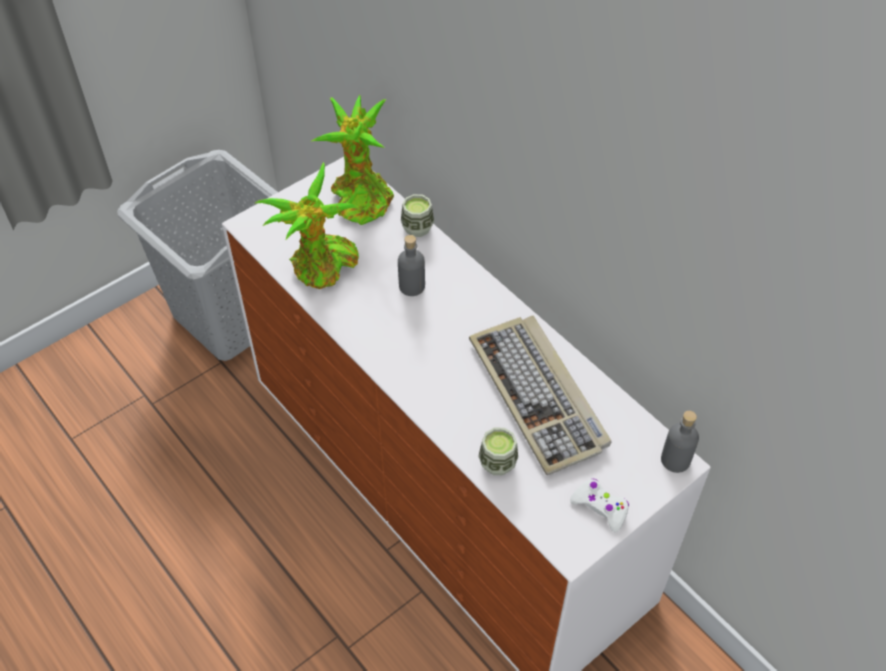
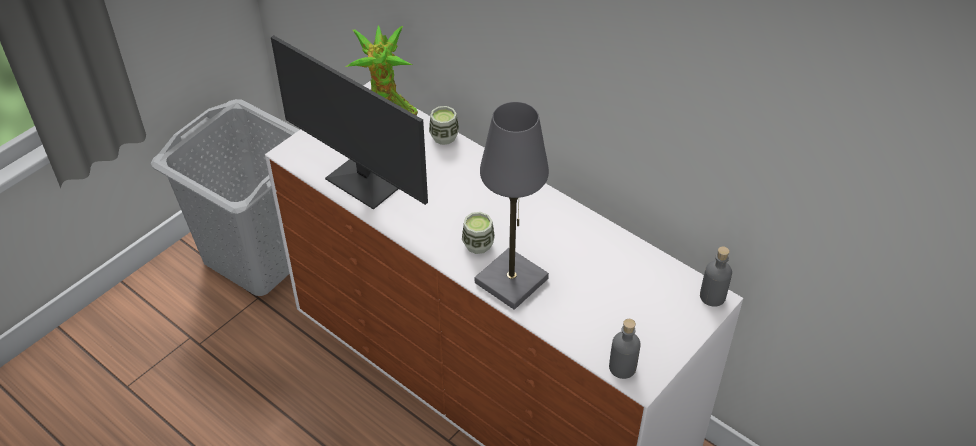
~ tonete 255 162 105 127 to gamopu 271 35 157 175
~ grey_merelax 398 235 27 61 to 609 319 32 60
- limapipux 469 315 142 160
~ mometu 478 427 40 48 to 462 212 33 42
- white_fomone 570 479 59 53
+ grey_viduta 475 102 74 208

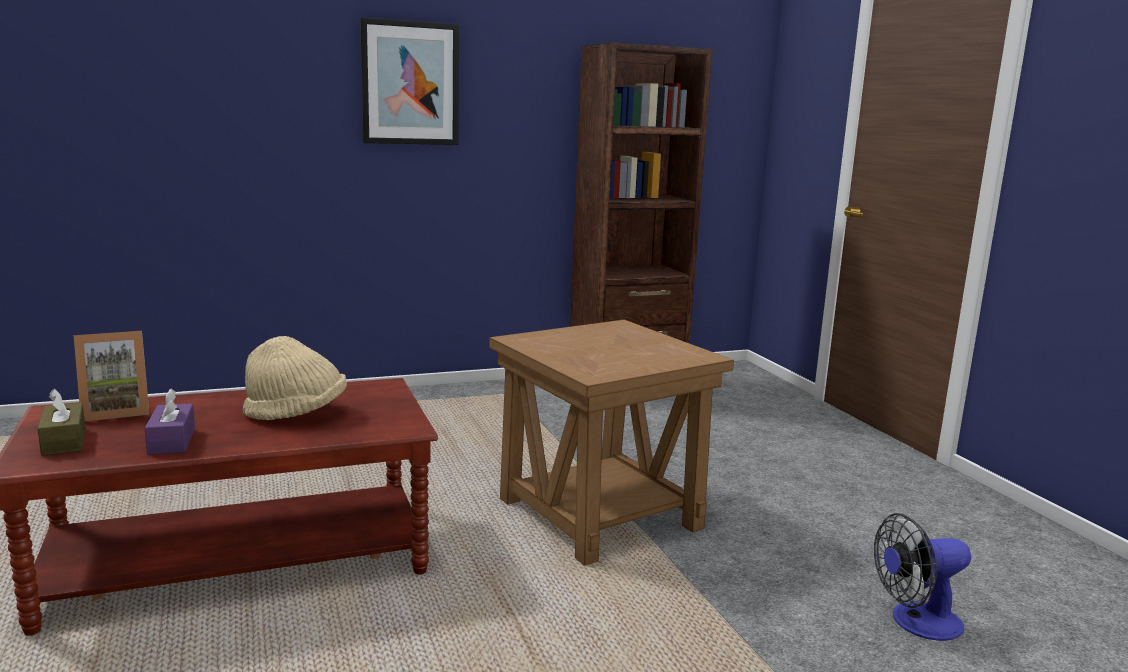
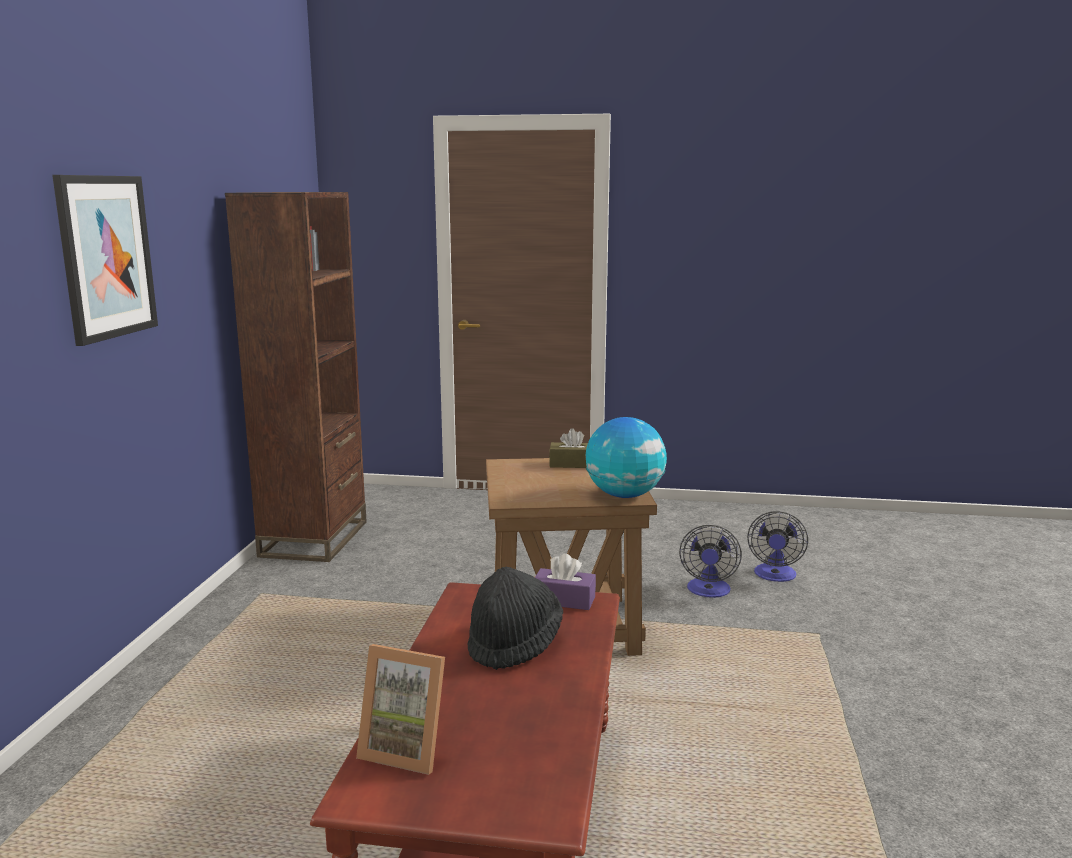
~ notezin 74 331 75 90 = 356 644 89 131 105 degrees clockwise
~ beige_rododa 243 336 104 84 to black_rododa 467 566 96 104
~ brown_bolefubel 38 389 47 67 to 549 428 39 40
~ purple_bolefubel 145 389 50 66 to 535 554 61 56
+ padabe 586 417 81 81
+ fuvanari 679 525 63 73

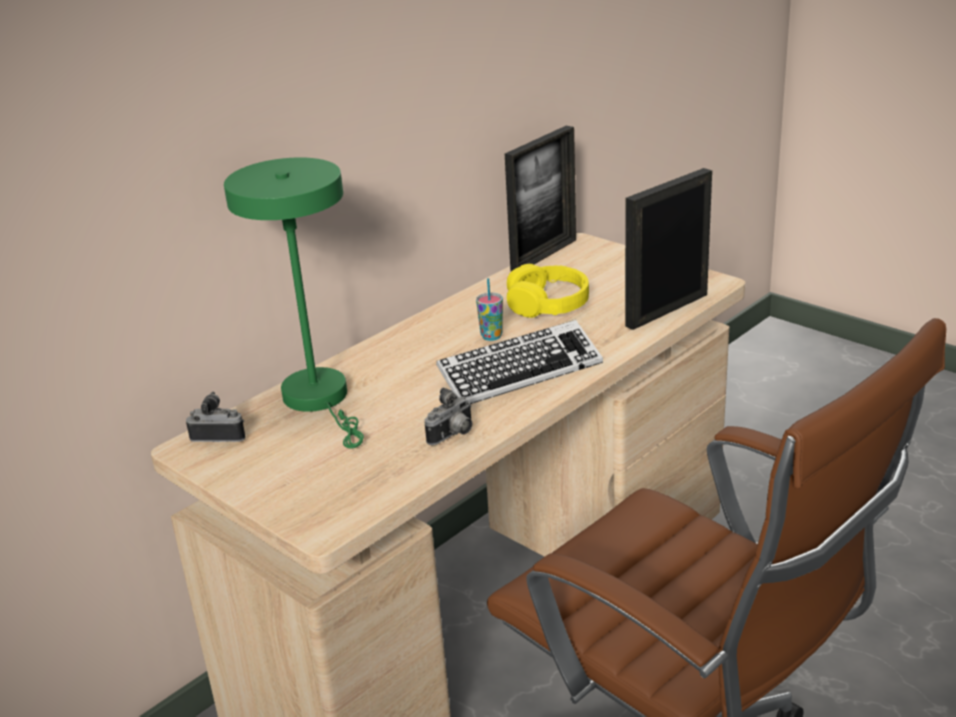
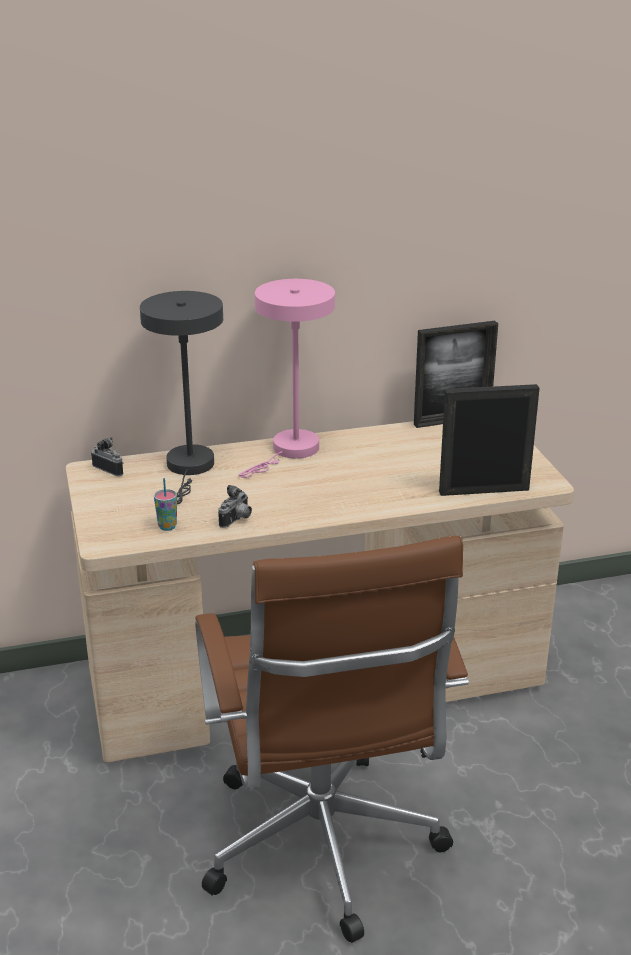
~ green_viduta 224 157 140 292 to grey_viduta 140 291 83 213
- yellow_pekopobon 507 264 82 54
~ mometu 476 278 27 63 to 154 478 23 53
- limapipux 436 320 167 84
~ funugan 425 387 47 58 = 218 485 34 43 45 degrees counterclockwise
+ pink_viduta 238 279 97 199

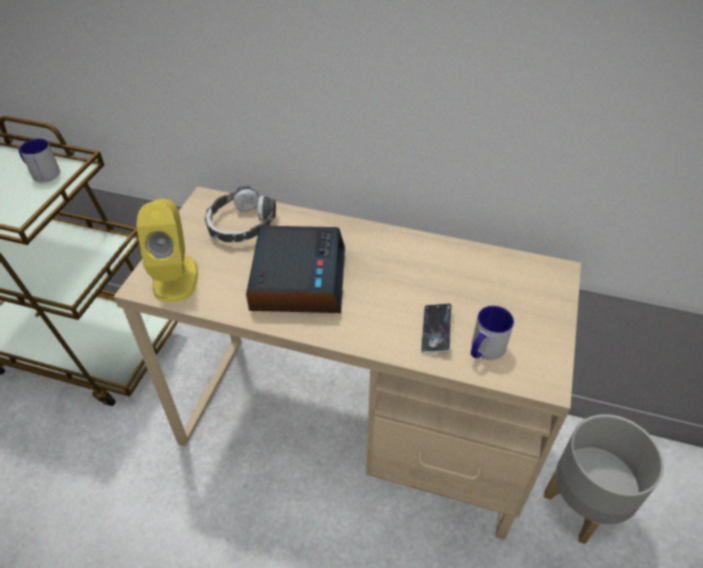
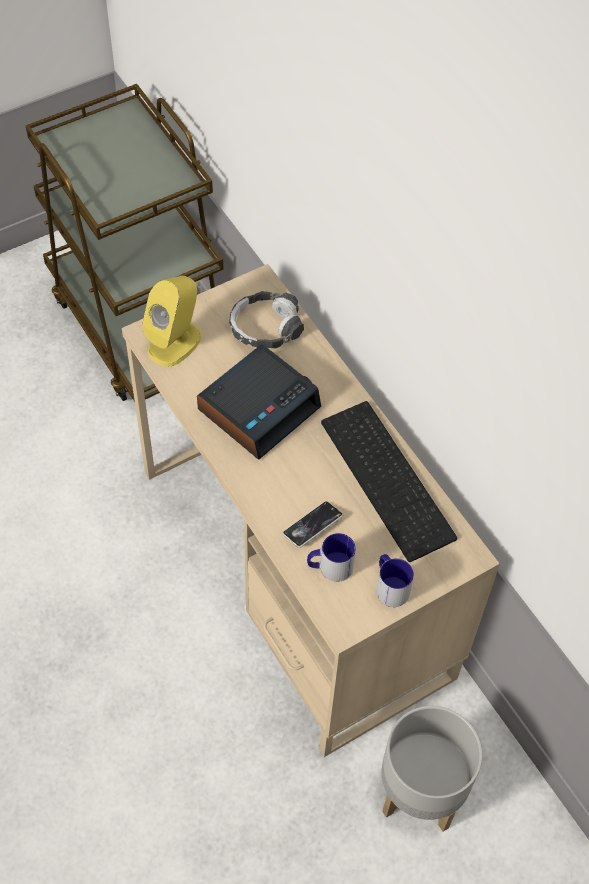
~ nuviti 18 139 42 43 to 377 554 37 53
+ limapipux 321 401 136 161

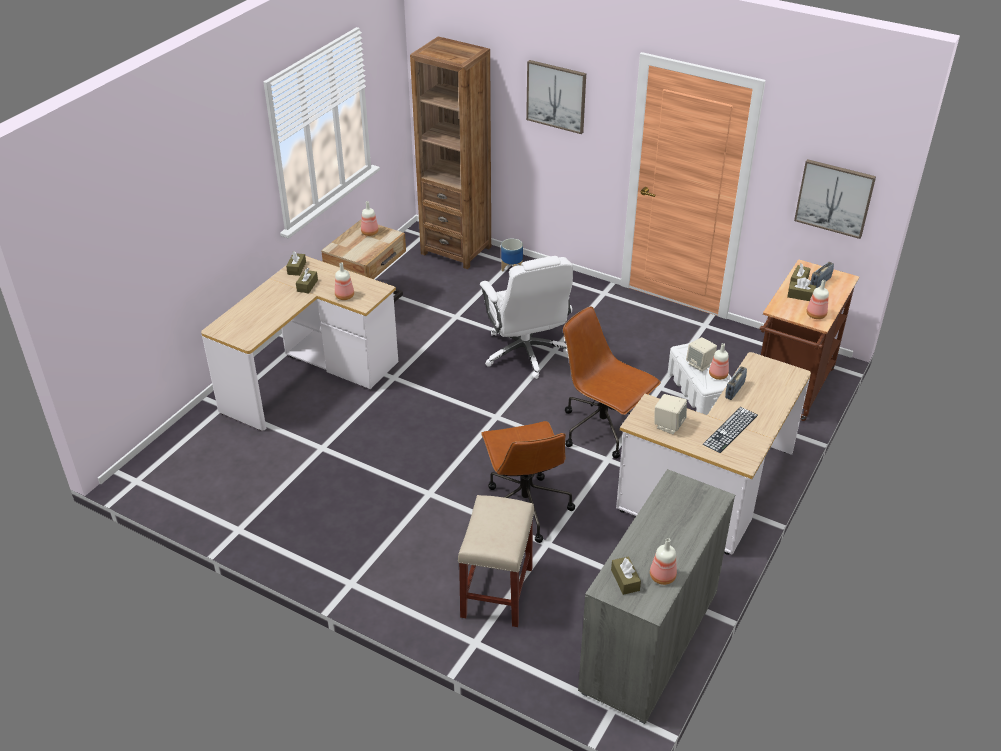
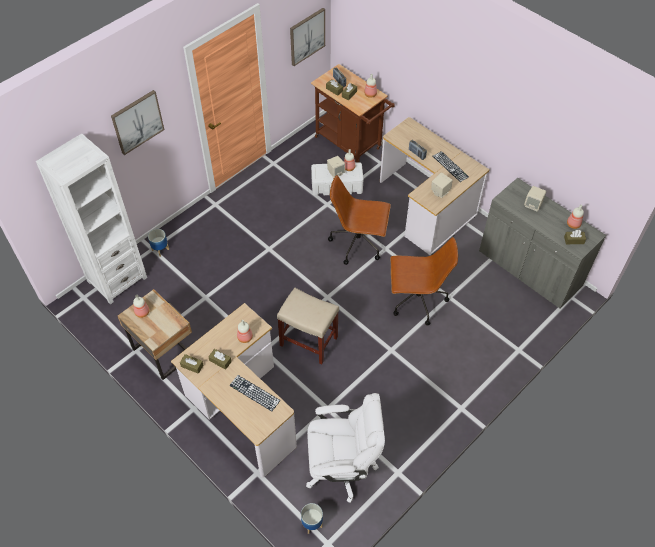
~ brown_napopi 410 37 81 232 to white_napopi 36 134 111 170
~ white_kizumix 480 256 93 123 to 306 393 79 110
~ brown_kizumix 563 306 98 153 = 328 175 63 90 45 degrees clockwise
~ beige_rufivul 458 495 77 132 to 277 288 62 76
+ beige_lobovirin 524 186 22 25
+ limapipux 229 375 51 36
+ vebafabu 301 503 22 31

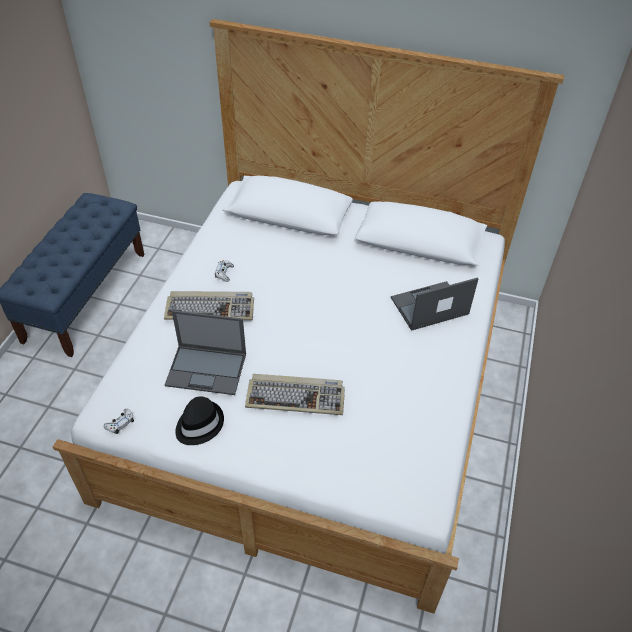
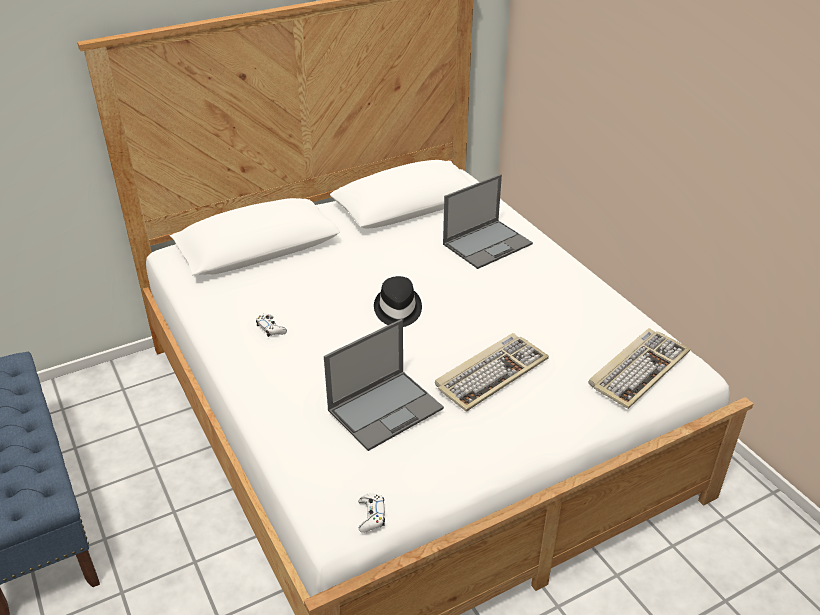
~ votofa 391 278 88 53 = 443 174 90 95 150 degrees counterclockwise
~ limapipux 164 291 90 30 to 589 328 101 81
~ black_rododa 175 396 49 49 to 374 276 48 51

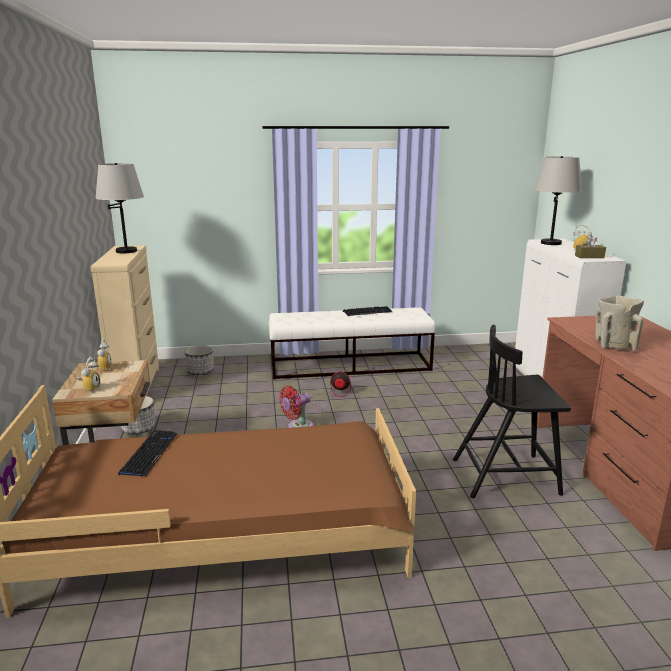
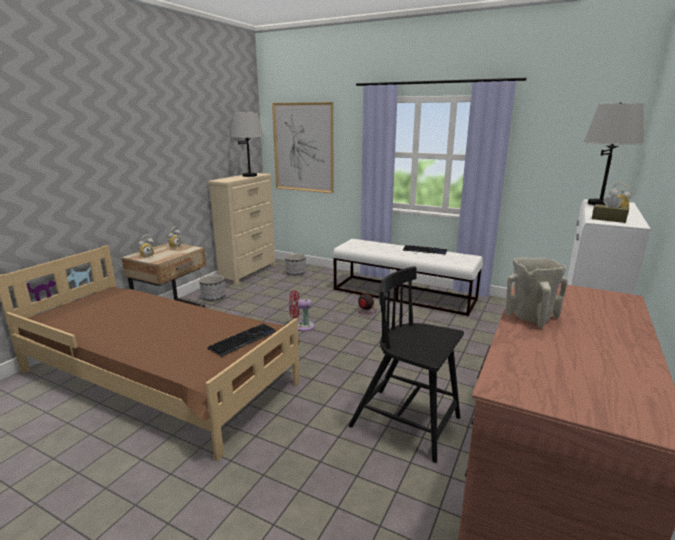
~ limapipux 118 430 60 46 to 207 324 69 33
+ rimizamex 272 102 62 91

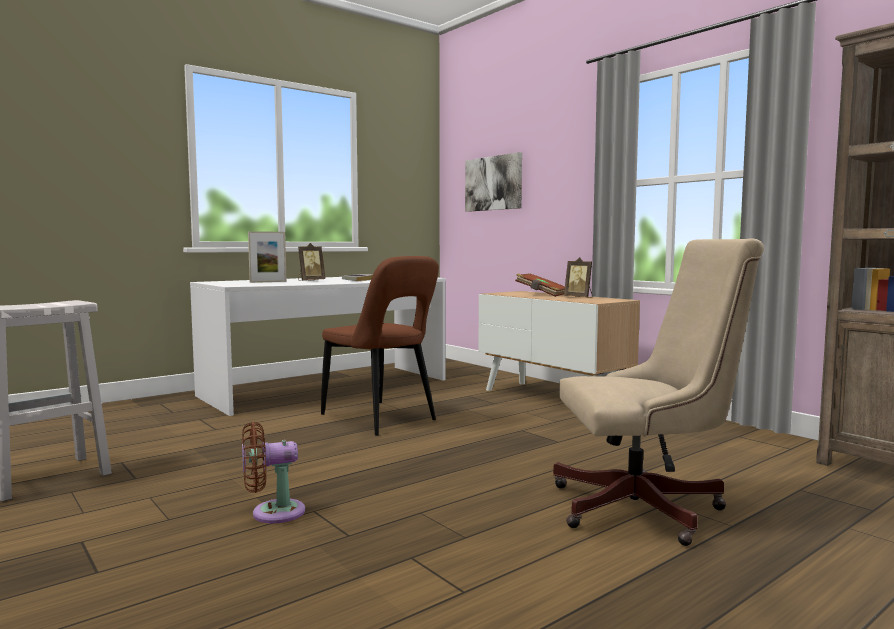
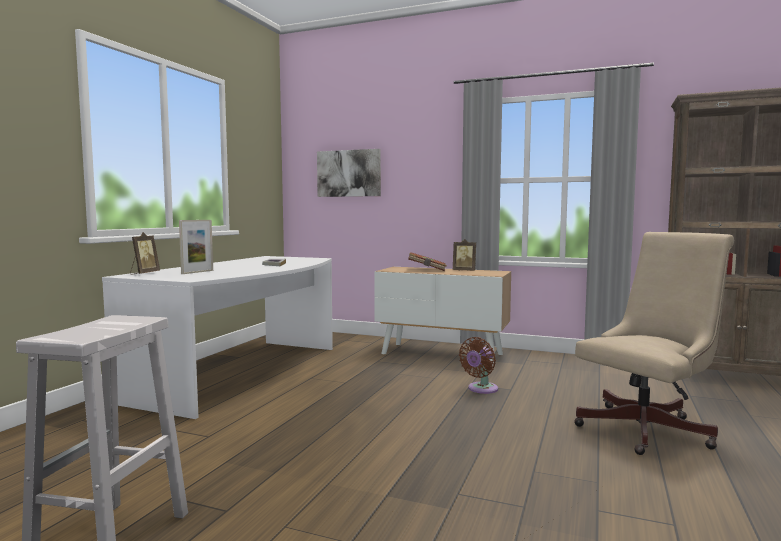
~ notezin 298 243 27 38 to 130 232 30 42
- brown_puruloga 321 256 118 180
~ brown_fuvanari 242 422 63 101 to 459 337 39 57

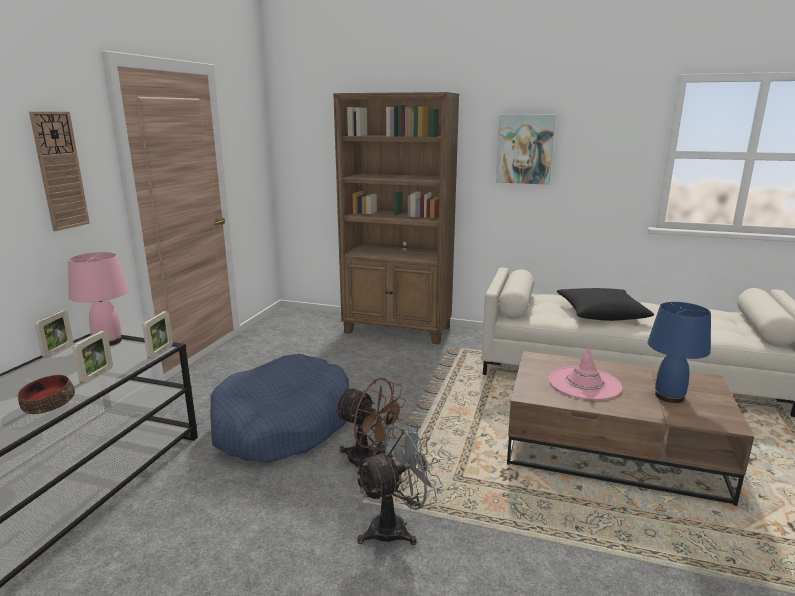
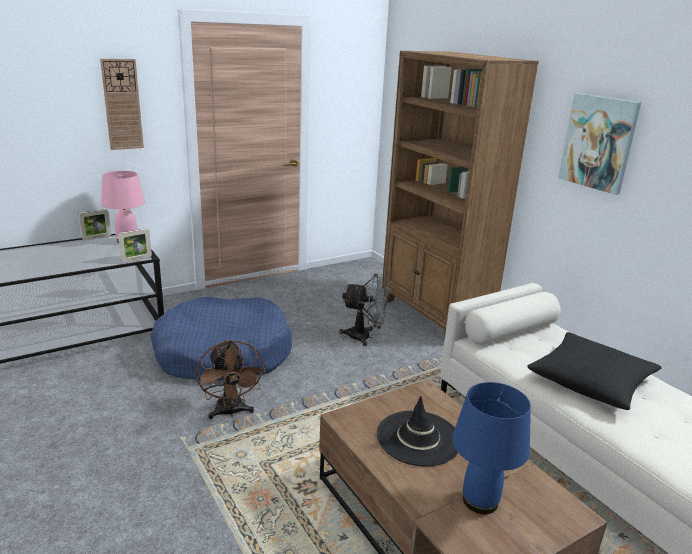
- notezin 73 331 40 53
~ pink_rododa 549 345 73 55 to black_rododa 377 396 81 71
- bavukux 18 375 57 39
~ grey_fuvanari 355 423 88 122 to 339 273 51 73

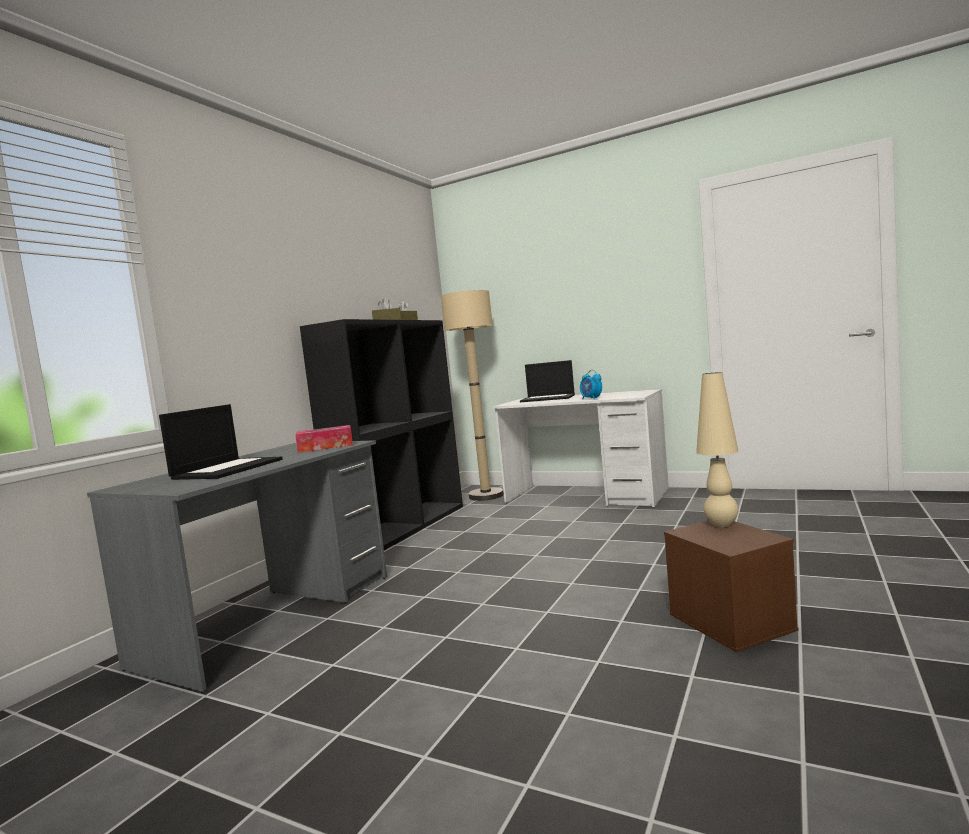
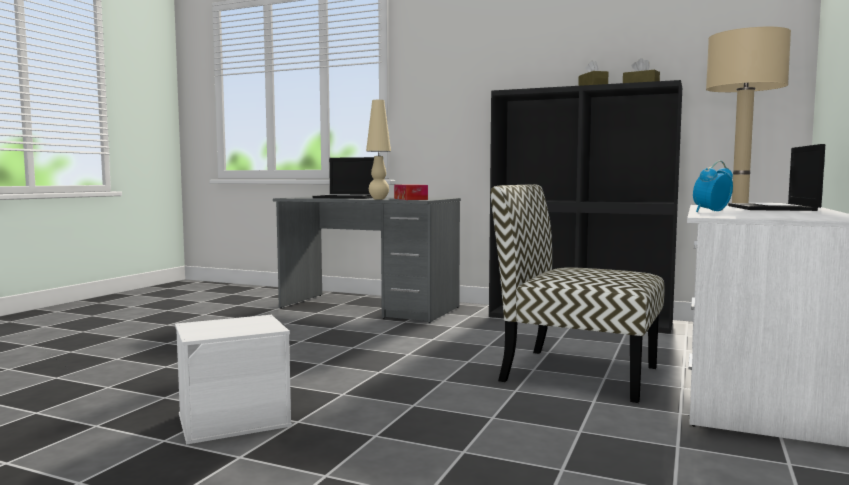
~ beige_viduta 696 372 43 155 to 366 100 25 99
~ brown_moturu 664 521 135 132 to white_moturu 175 315 117 130
+ puruloga 491 184 174 219

